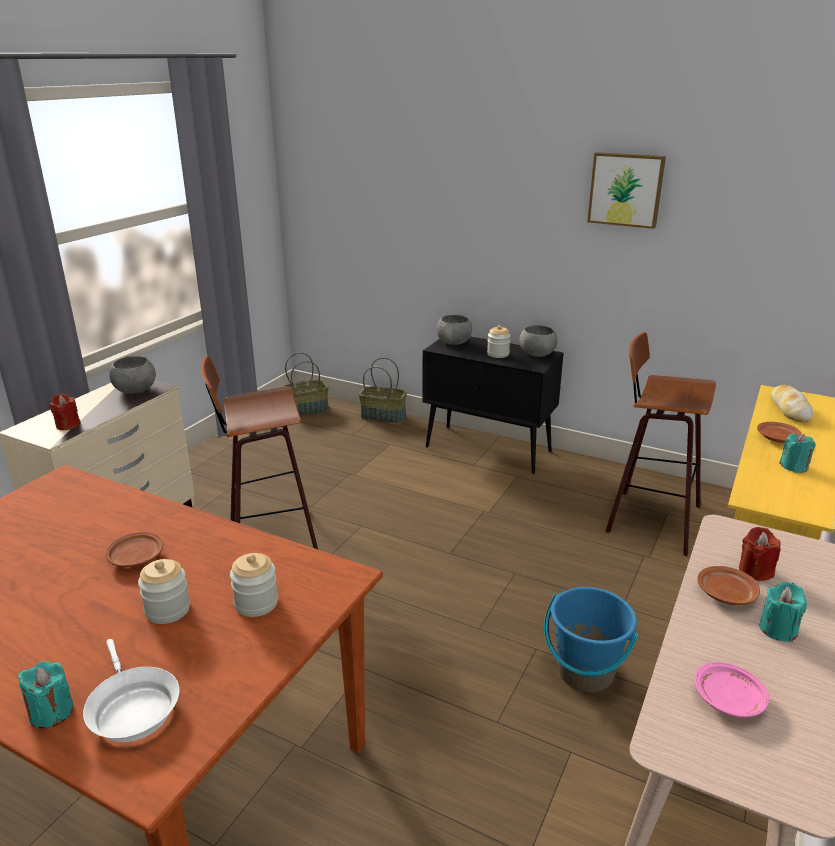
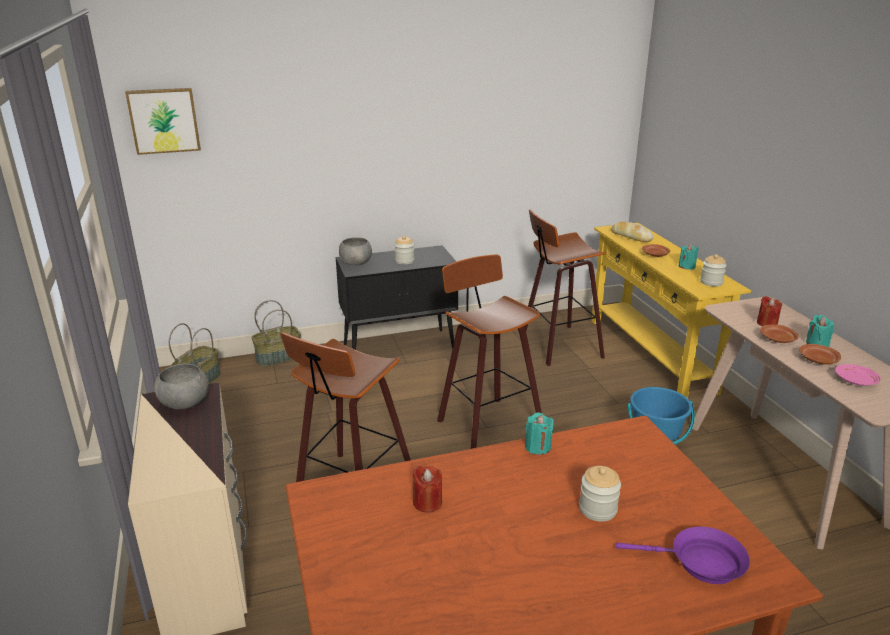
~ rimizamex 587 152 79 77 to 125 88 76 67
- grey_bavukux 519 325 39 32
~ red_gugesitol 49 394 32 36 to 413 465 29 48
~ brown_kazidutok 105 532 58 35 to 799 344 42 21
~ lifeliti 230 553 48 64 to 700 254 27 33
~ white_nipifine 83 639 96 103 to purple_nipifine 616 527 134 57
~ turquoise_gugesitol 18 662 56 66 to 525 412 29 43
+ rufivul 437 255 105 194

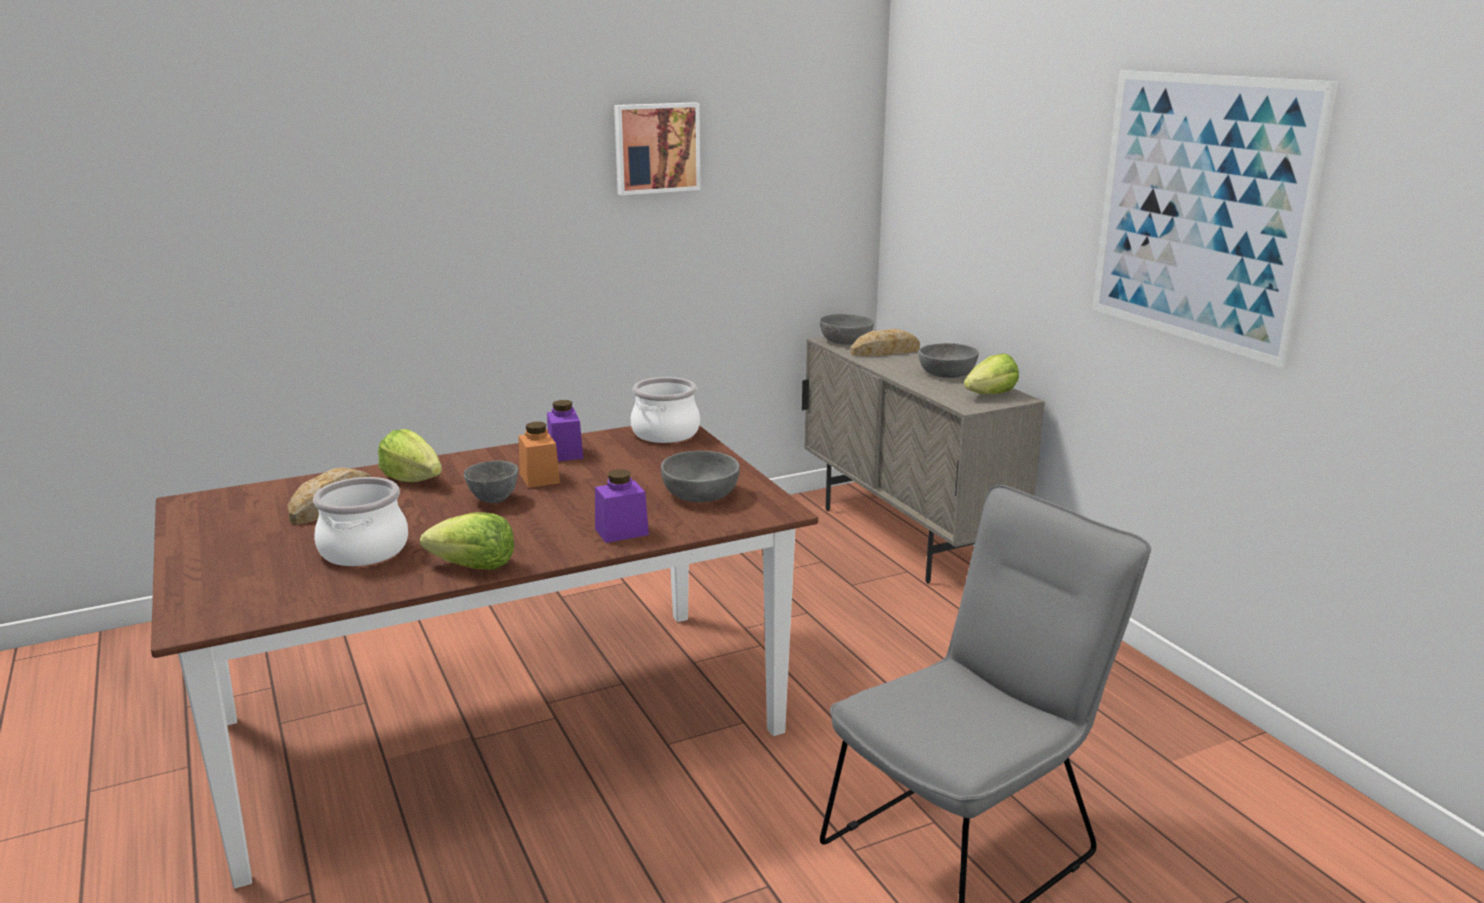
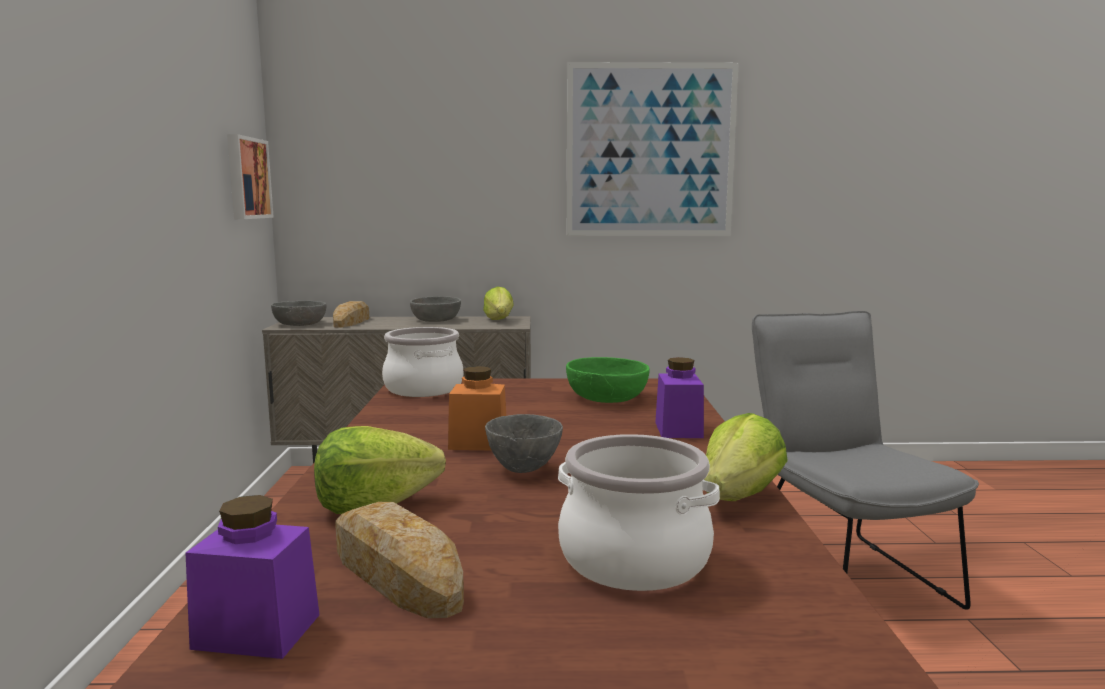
~ rimizamex 614 102 87 93 to 227 134 47 85
~ purple_lifeliti 547 400 36 61 to 186 495 134 164
~ grey_bavukux 661 451 79 51 to green_bavukux 566 357 84 46

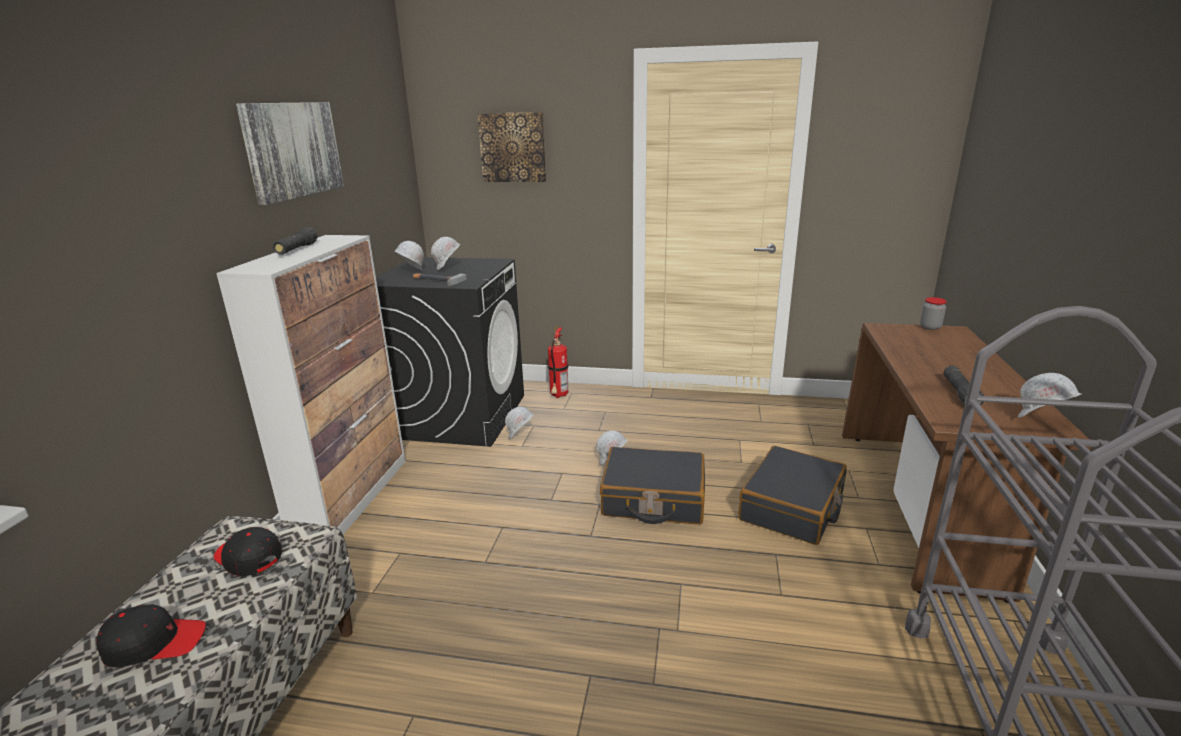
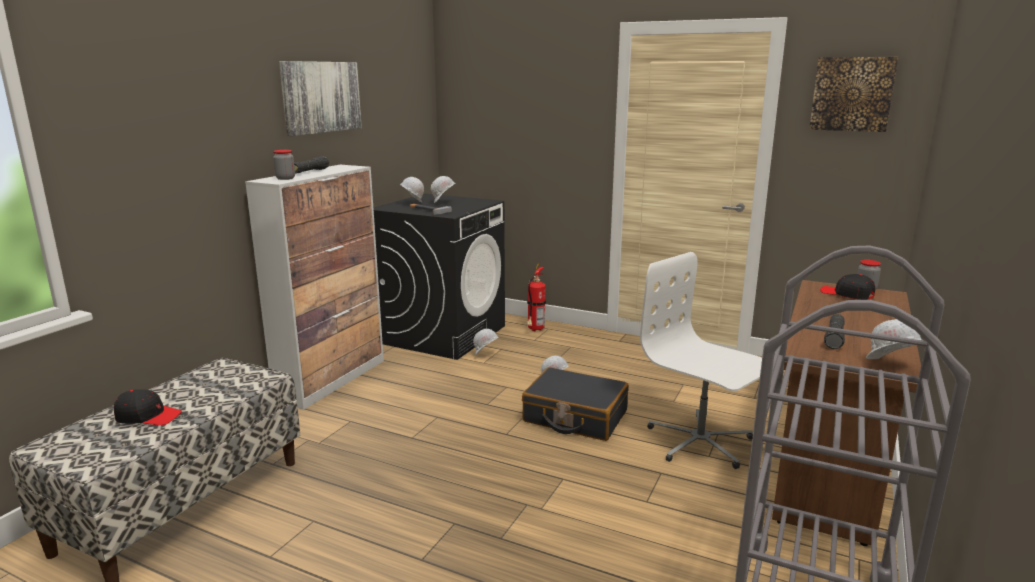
~ rimizamex 477 112 69 70 to 809 57 89 75
~ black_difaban 738 446 109 99 to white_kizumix 640 252 122 217
~ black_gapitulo 214 527 68 49 to 820 274 55 26
+ lifeliti 273 150 22 30

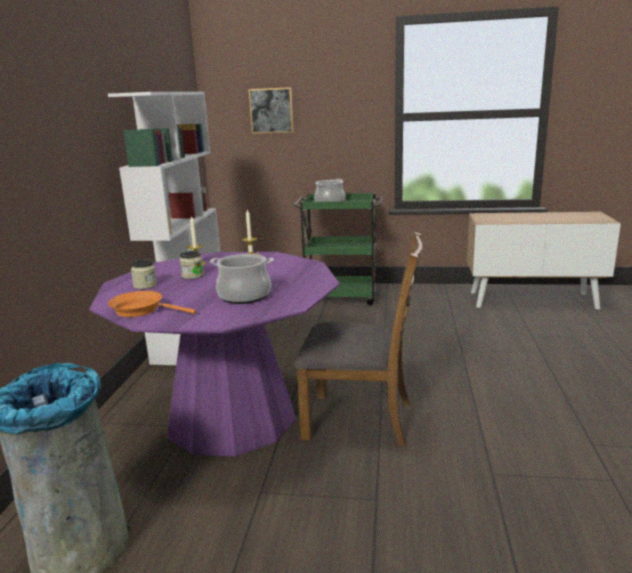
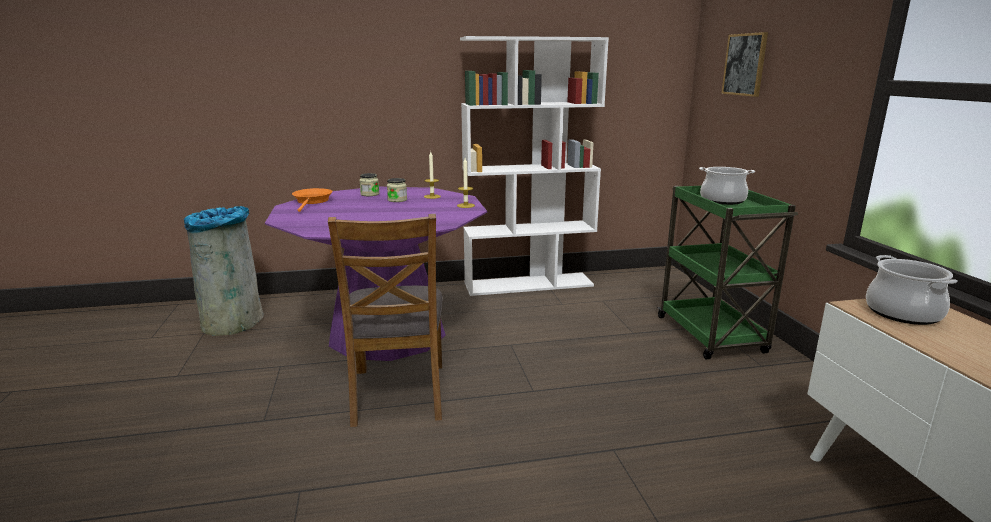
~ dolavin 210 254 63 50 to 866 255 92 70

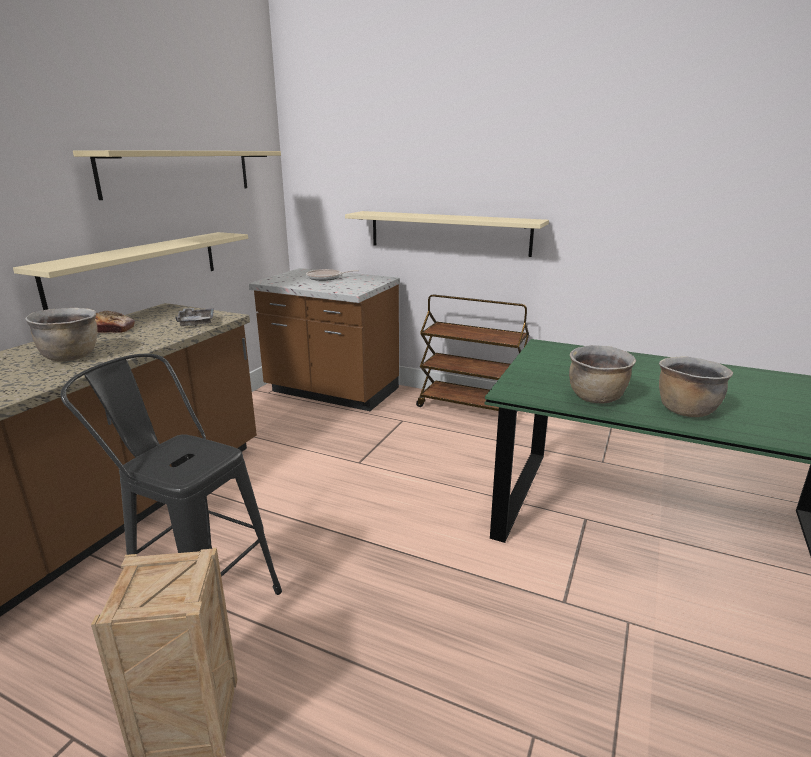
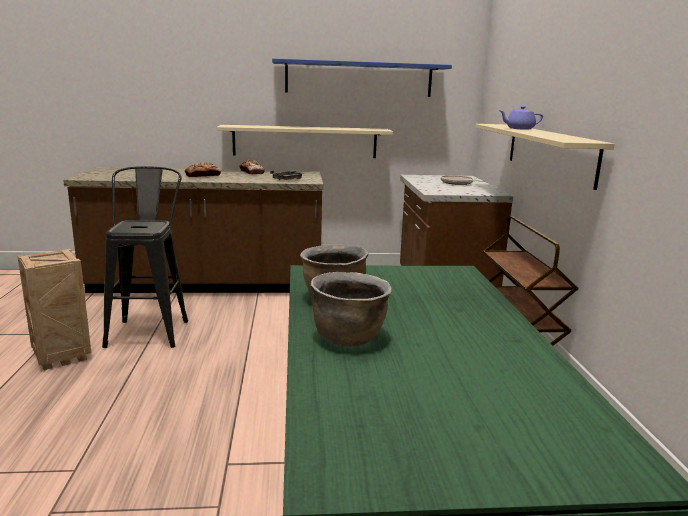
~ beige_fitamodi 73 150 208 50 to blue_fitamodi 272 58 180 39
~ brown_dolavin 25 308 73 53 to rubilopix 185 162 36 15
+ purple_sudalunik 498 106 45 24

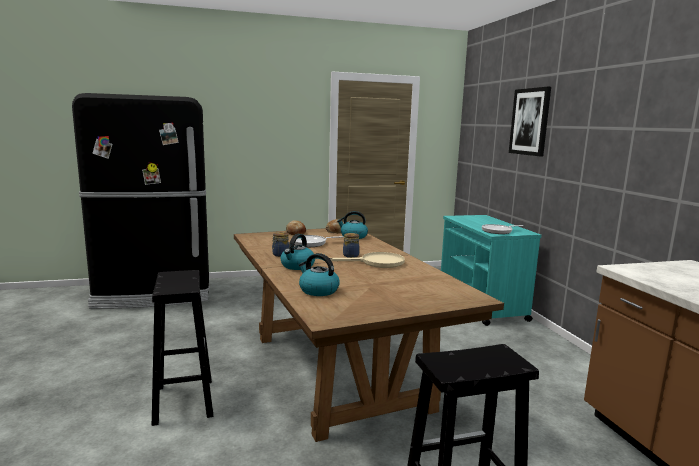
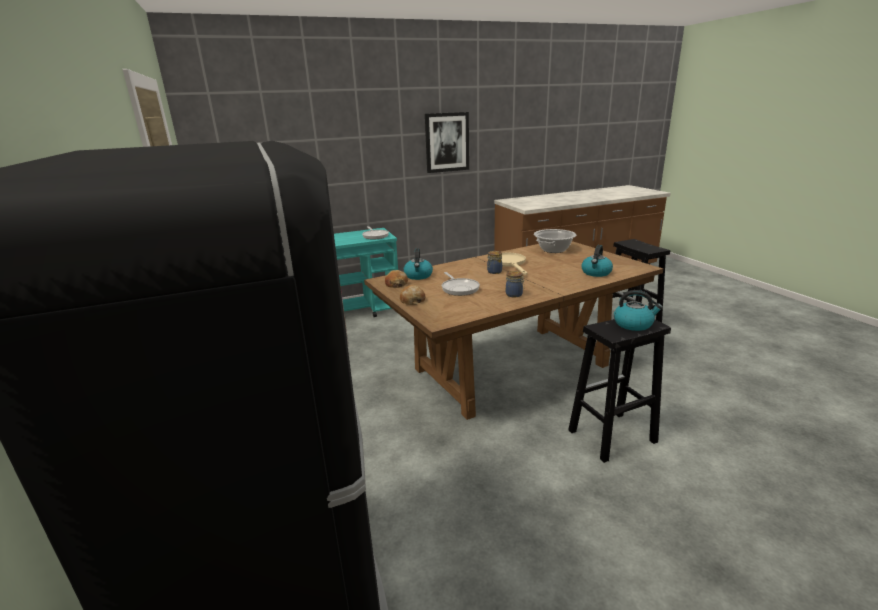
~ rimizamex 509 87 42 70 to 425 112 44 61
~ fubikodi 280 234 35 36 to 614 290 49 41
+ dolavin 534 229 42 24

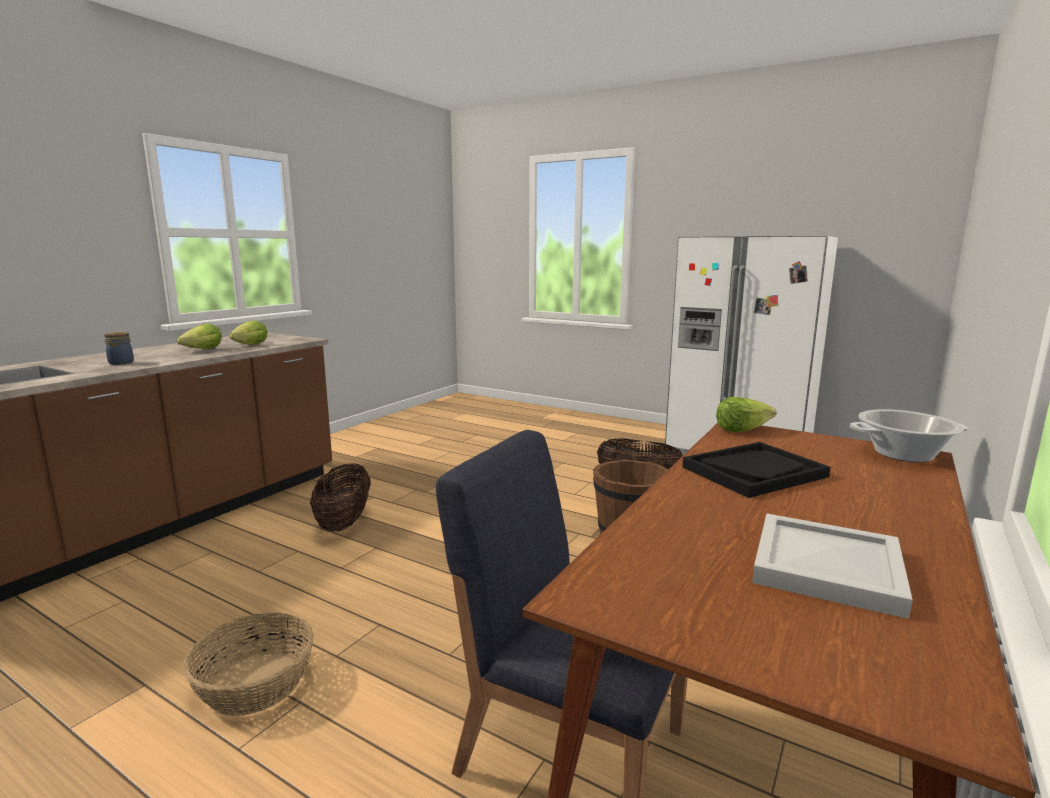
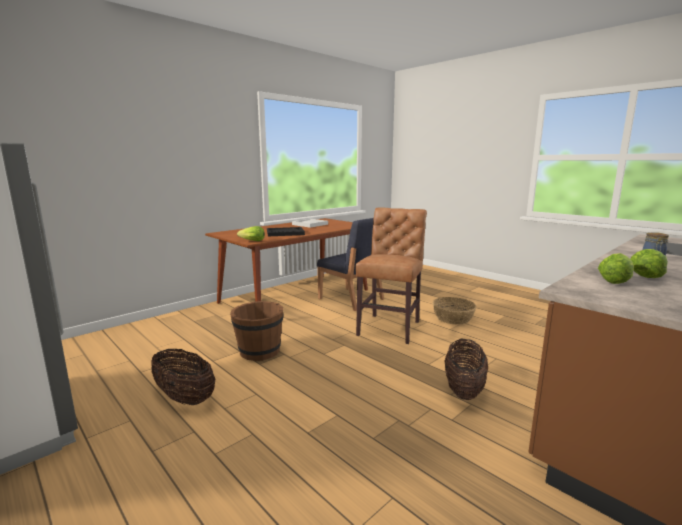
- dolavin 850 409 118 53
+ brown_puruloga 356 208 71 136

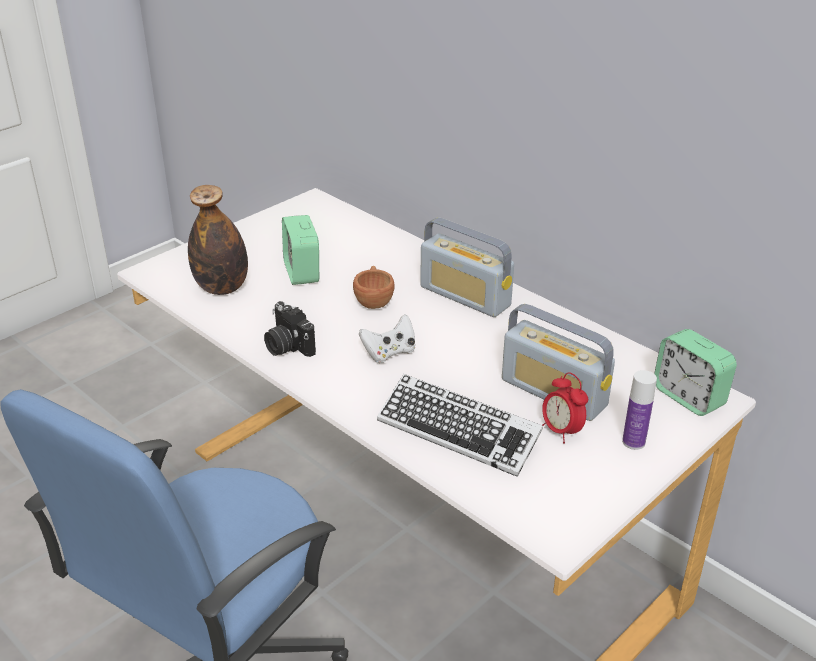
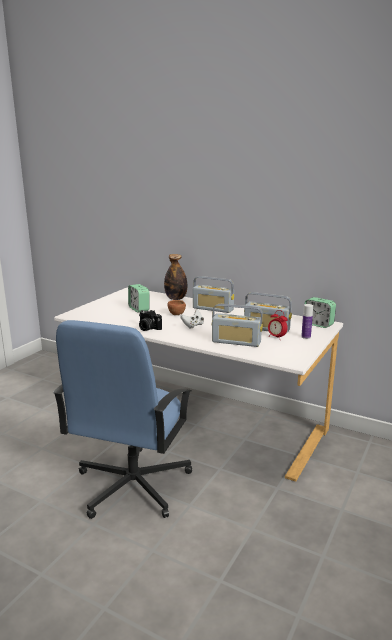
~ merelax 188 185 60 110 to 164 254 23 46
~ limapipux 377 374 166 103 to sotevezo 212 304 51 43

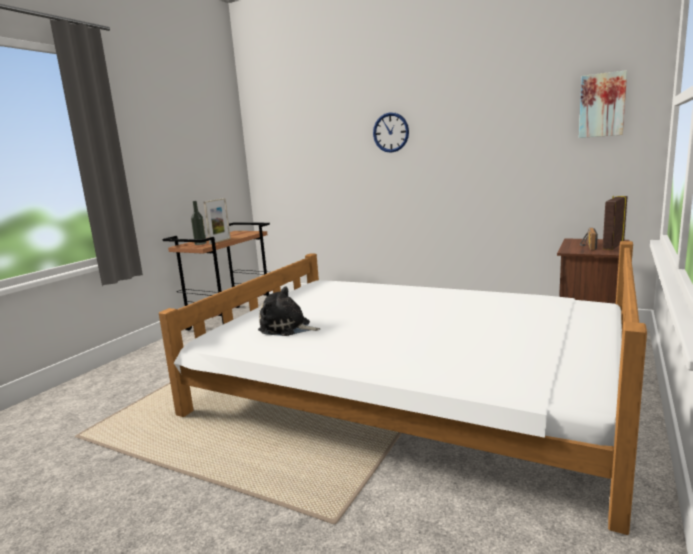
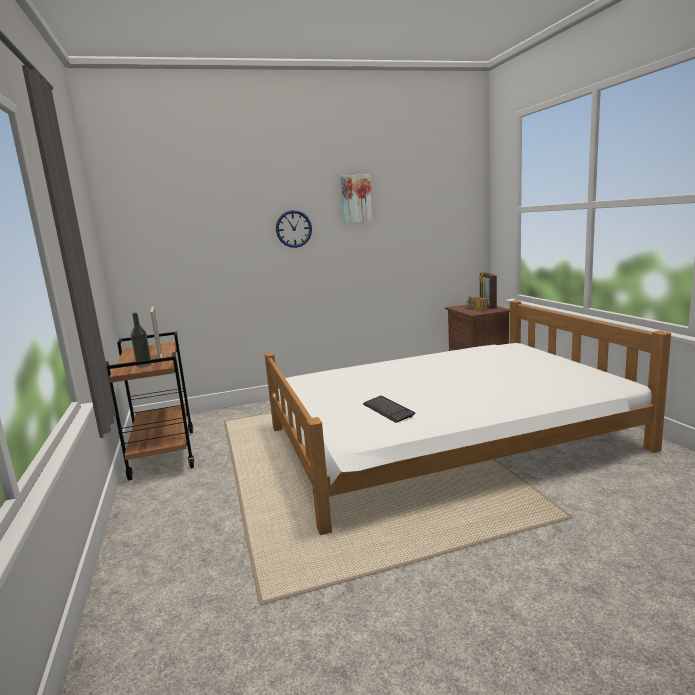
~ rimizamex 579 70 48 68 to 340 174 33 50
~ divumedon 258 286 62 50 to limapipux 363 396 52 27

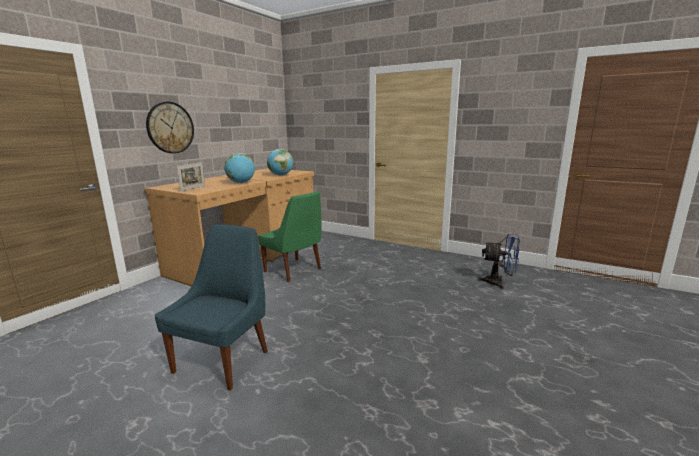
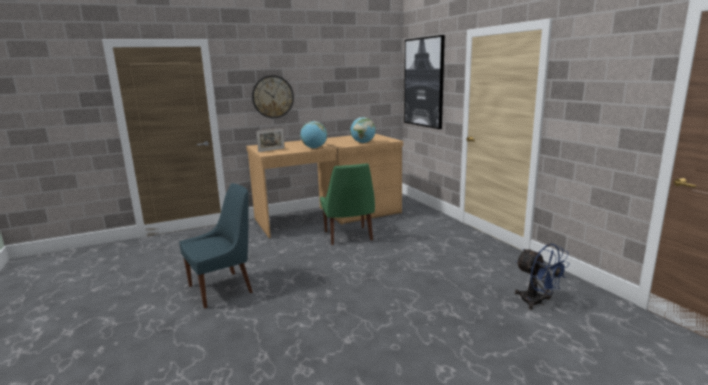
+ rimizamex 404 35 41 94

